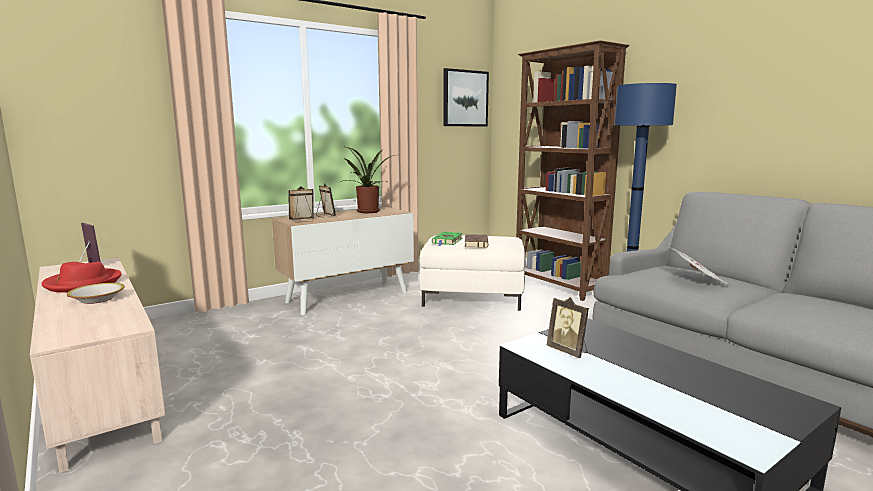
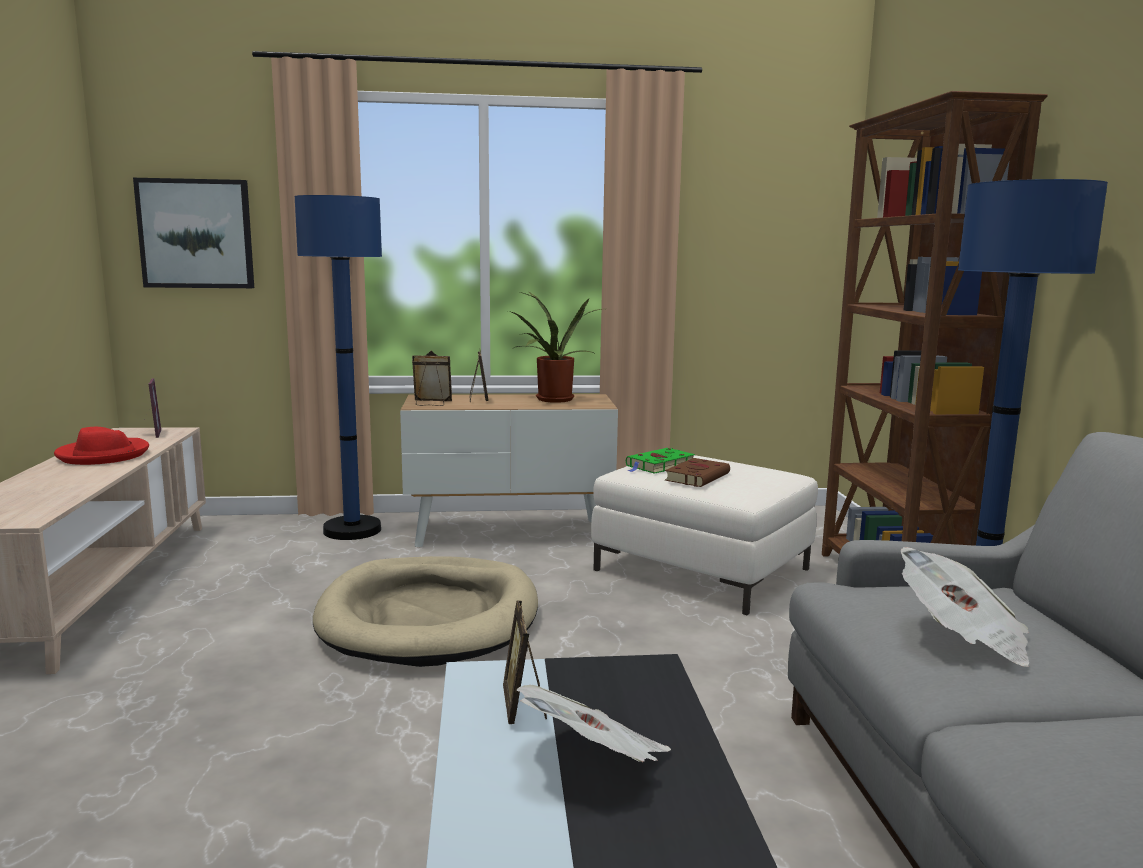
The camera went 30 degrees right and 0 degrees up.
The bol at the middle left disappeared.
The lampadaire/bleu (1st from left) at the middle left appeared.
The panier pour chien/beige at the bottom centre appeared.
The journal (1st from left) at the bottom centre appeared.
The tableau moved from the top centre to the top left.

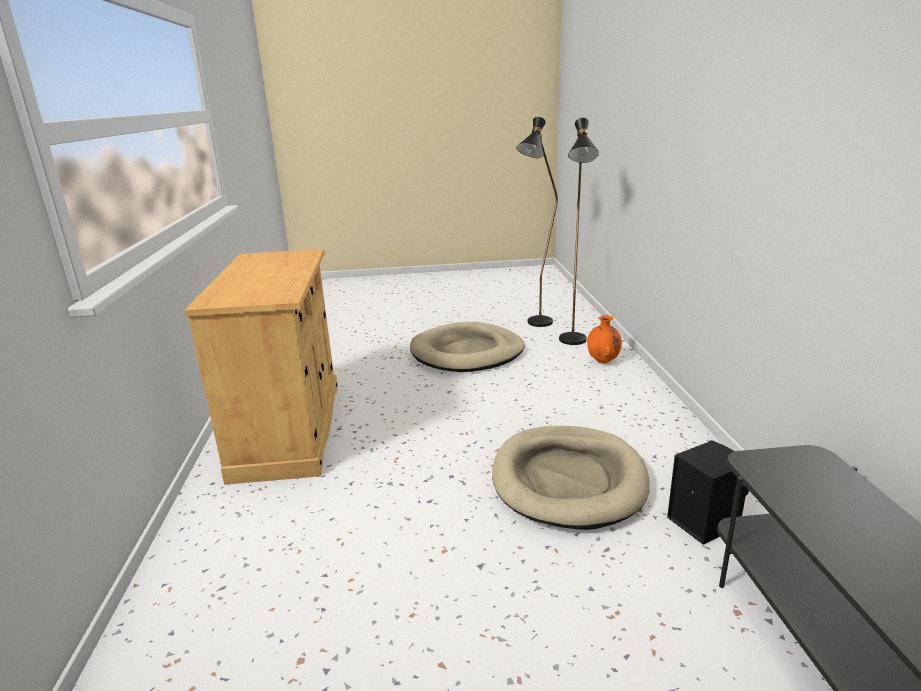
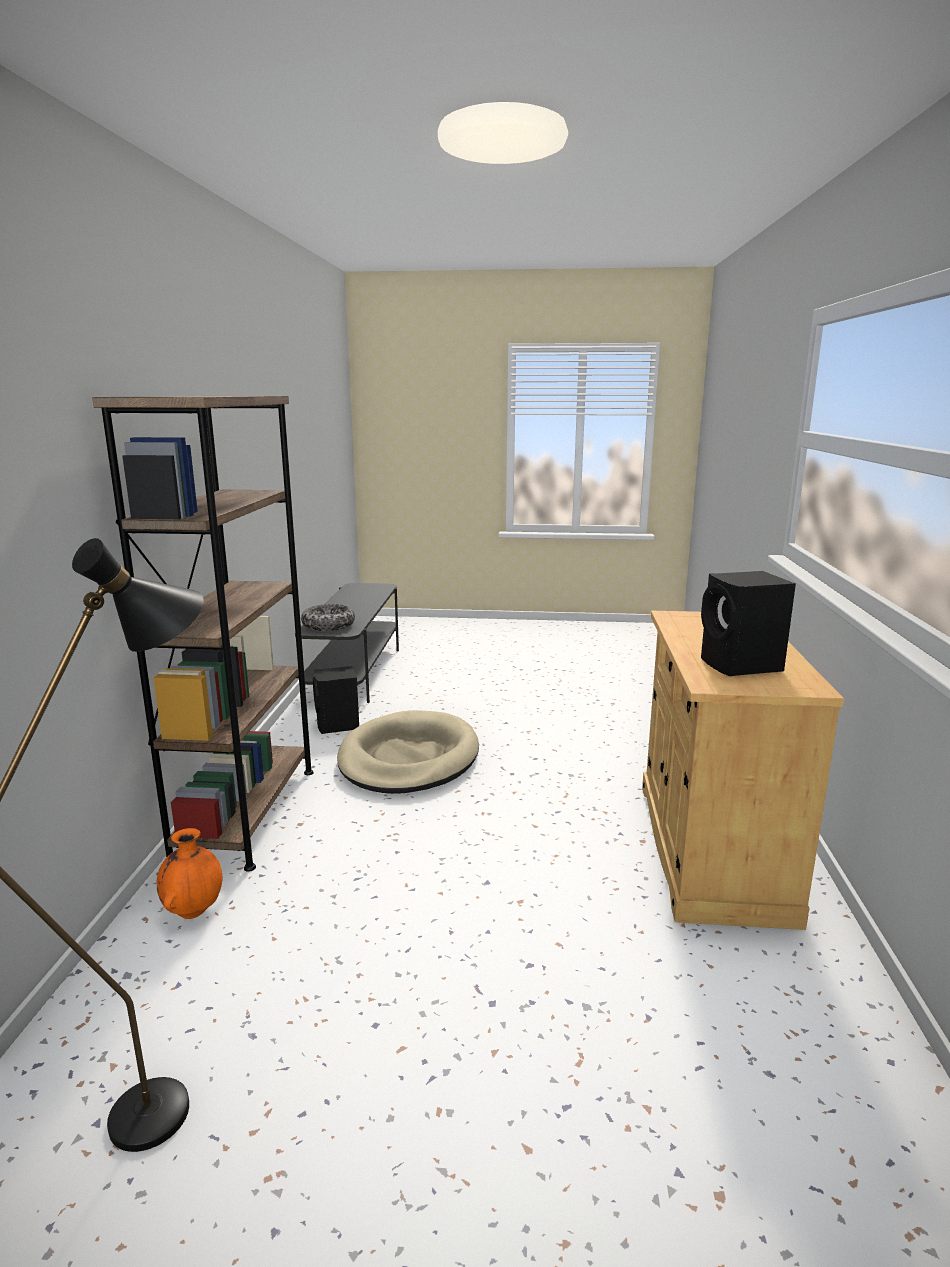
The camera went 170 degrees left and 5 degrees down.
The panier pour chien/beige (1st from left) at the centre disappeared.
The lampadaire/noir (2nd from left) at the centre disappeared.
The bibliothèque/marron at the middle left appeared.
The bol at the centre appeared.
The enceinte/noir (2nd from left) at the middle right appeared.

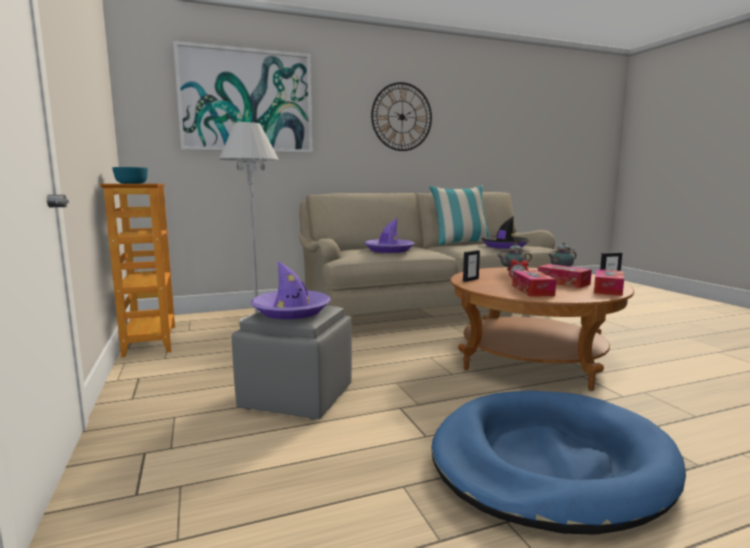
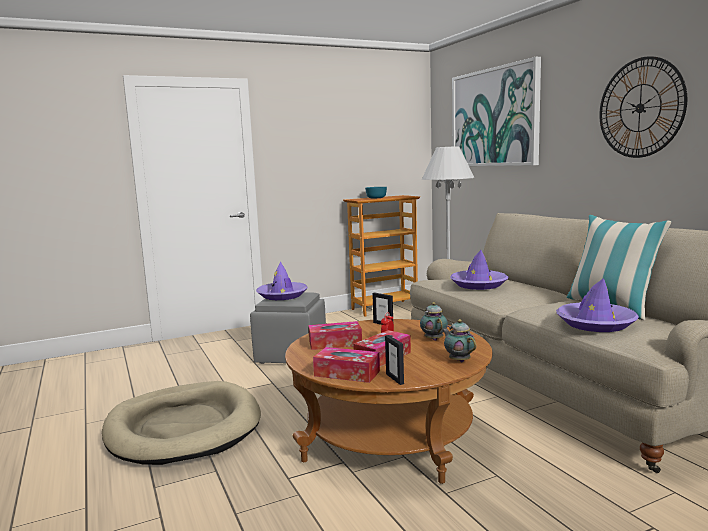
The camera went 85 degrees right and 0 degrees up.
The panier pour chien/bleu at the bottom right became the panier pour chien/beige at the bottom left.
The chapeau/noir at the middle right became the chapeau/violet (3rd from left) at the middle right.

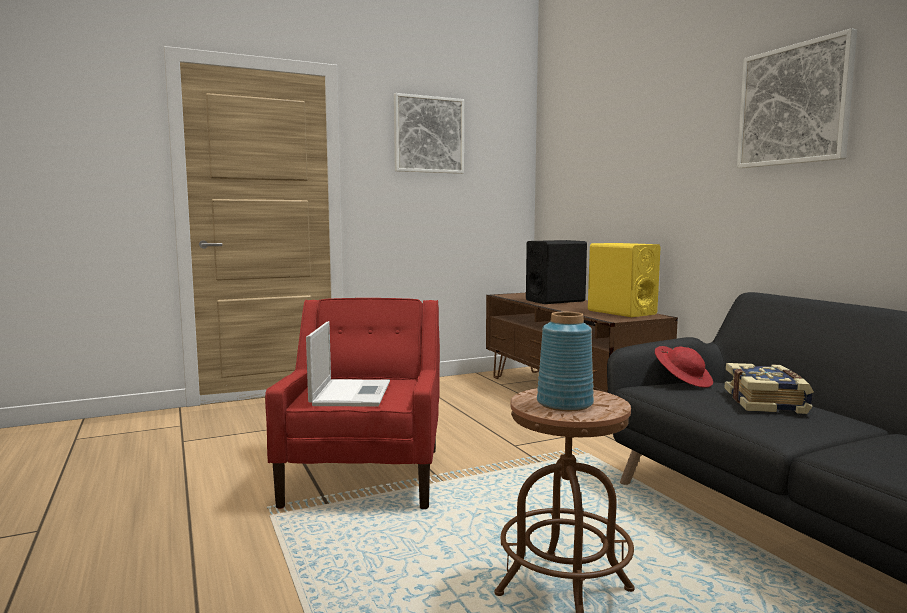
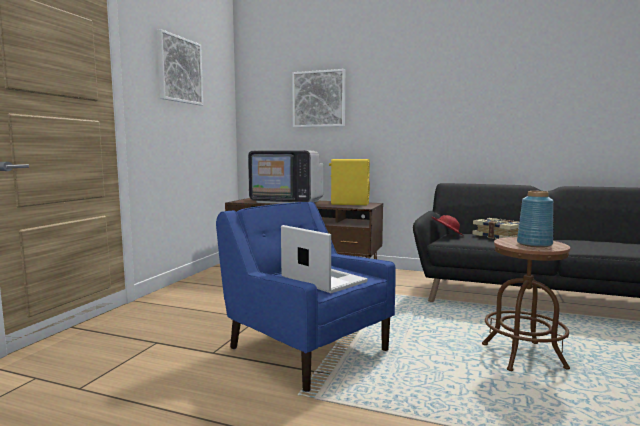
The camera went 45 degrees left and 0 degrees up.
The tableau (2nd from left) moved from the top right to the top centre.
The enceinte/noir at the centre was replaced by the téléviseur at the centre.
The fauteuil/rouge at the centre became the fauteuil/bleu at the bottom centre.

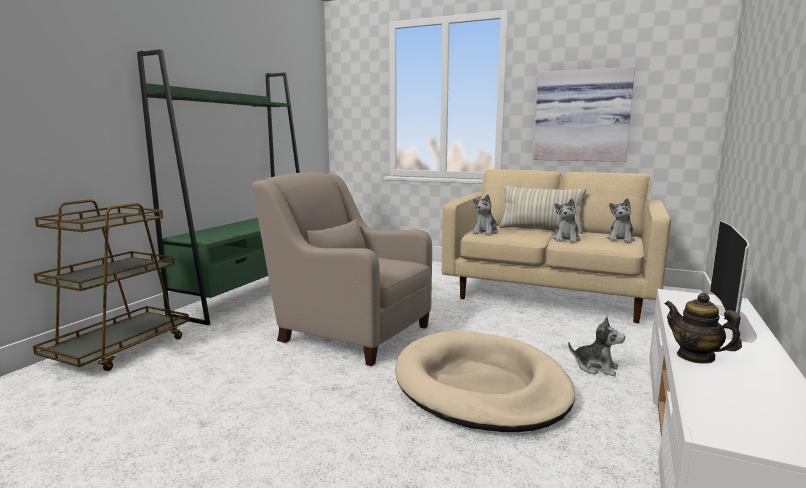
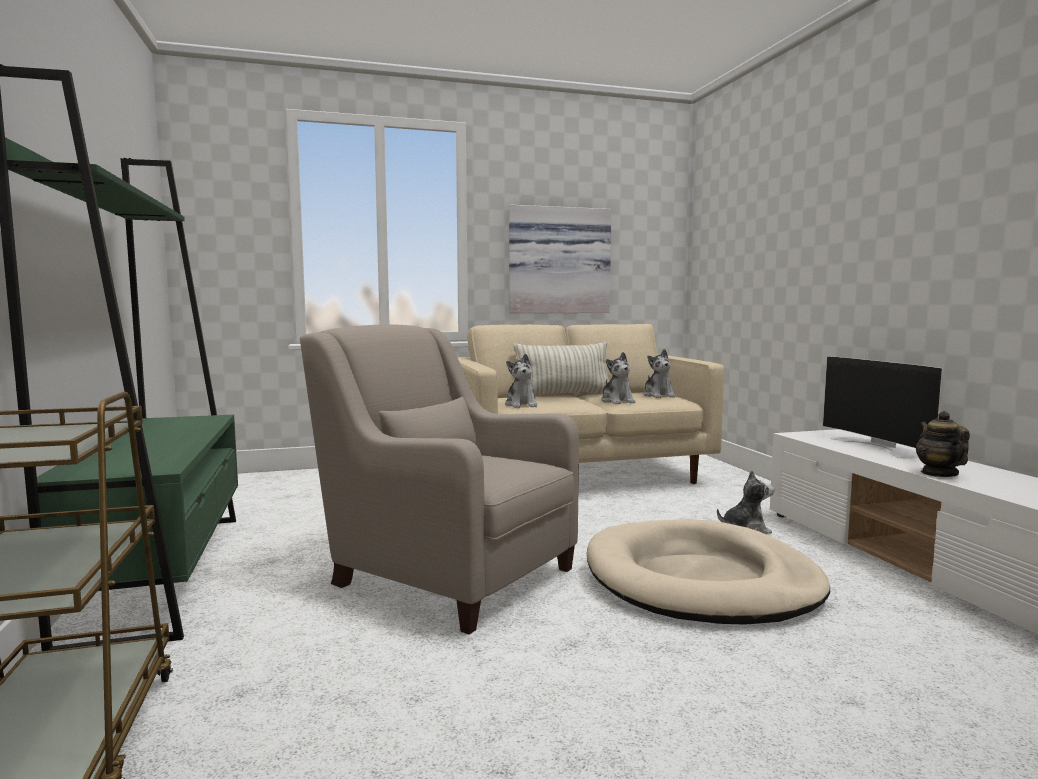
The camera went 40 degrees left and 5 degrees down.
The fauteuil/beige at the centre turned 45 degrees clockwise.
The théière at the bottom right turned 75 degrees clockwise.

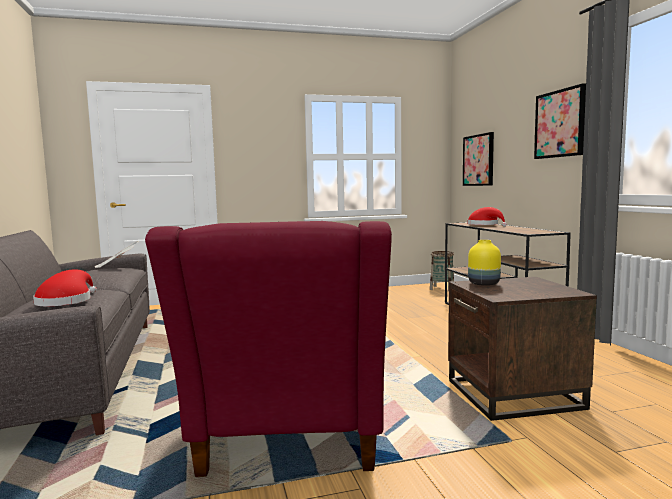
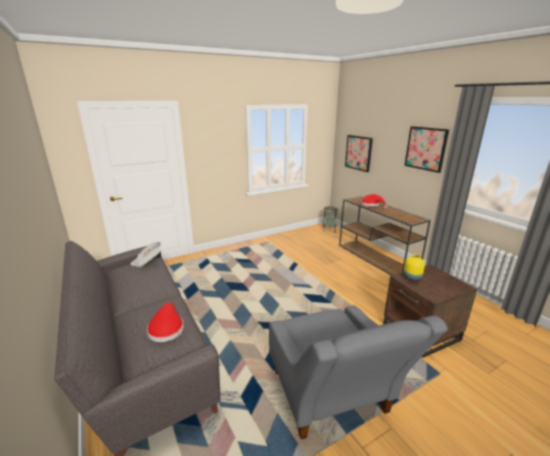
The camera went 15 degrees left and 15 degrees up.
The fauteuil/rouge at the bottom centre became the fauteuil/gris at the bottom centre.

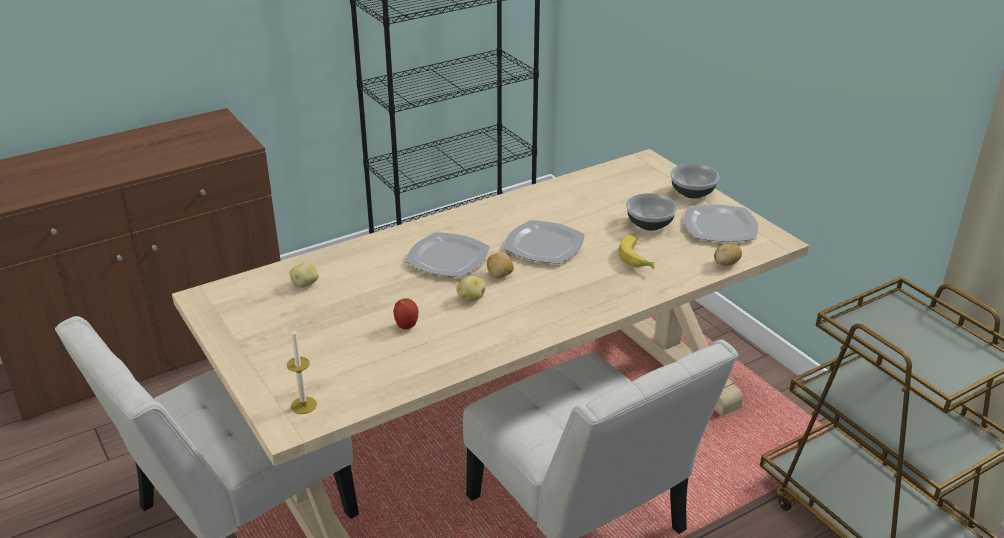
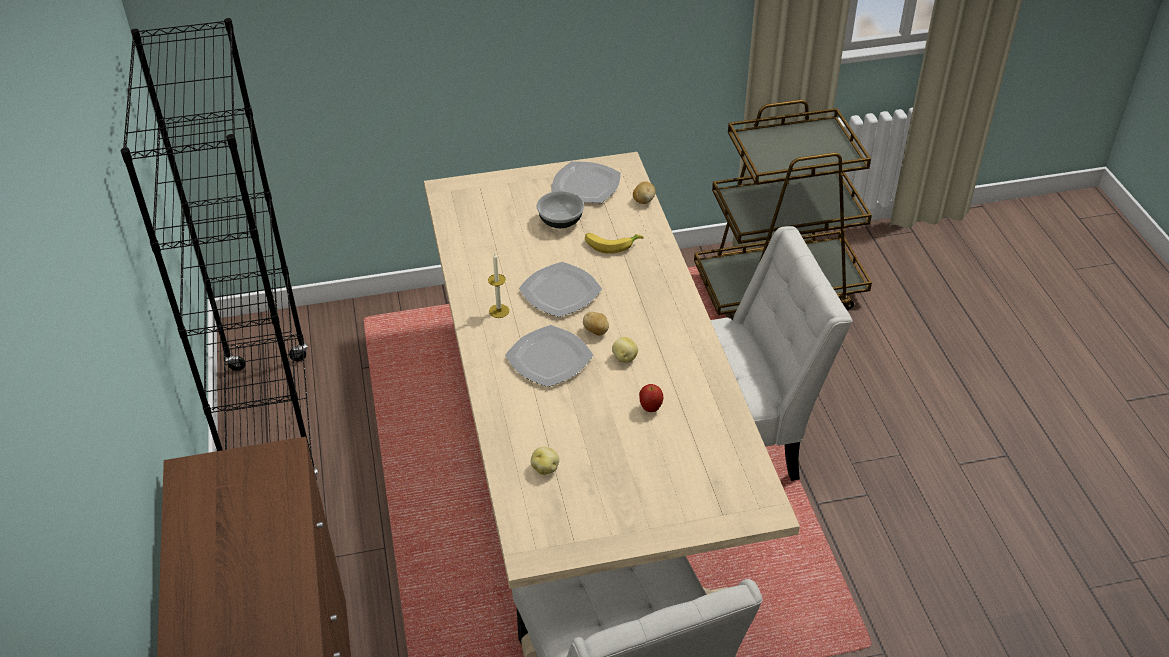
The camera went 70 degrees left and 10 degrees up.
The bol (2nd from left) at the middle right disappeared.
The bougie moved from the bottom left to the centre.

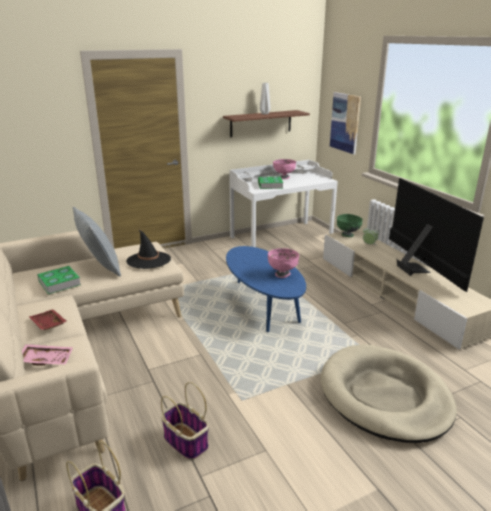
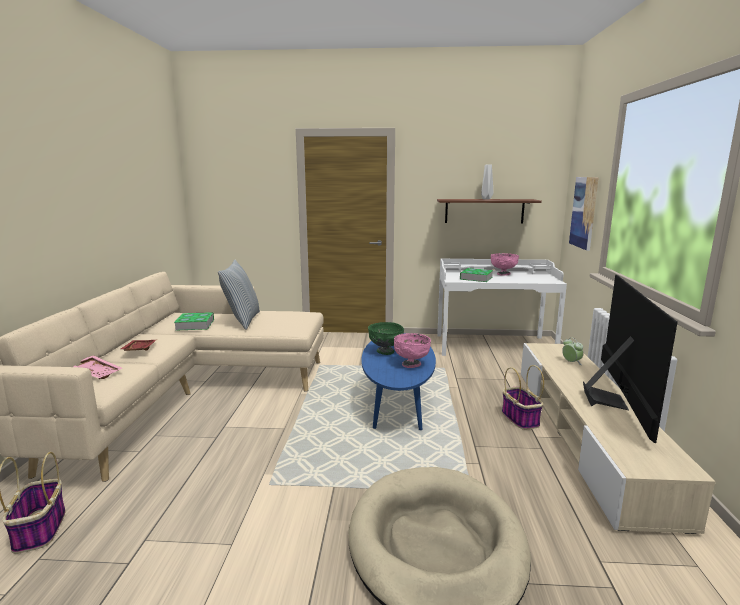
The camera went 30 degrees right and 10 degrees down.
The chapeau/noir at the middle left disappeared.
The panier (2nd from left) moved from the bottom centre to the middle right.
The bol/vert moved from the middle right to the centre.

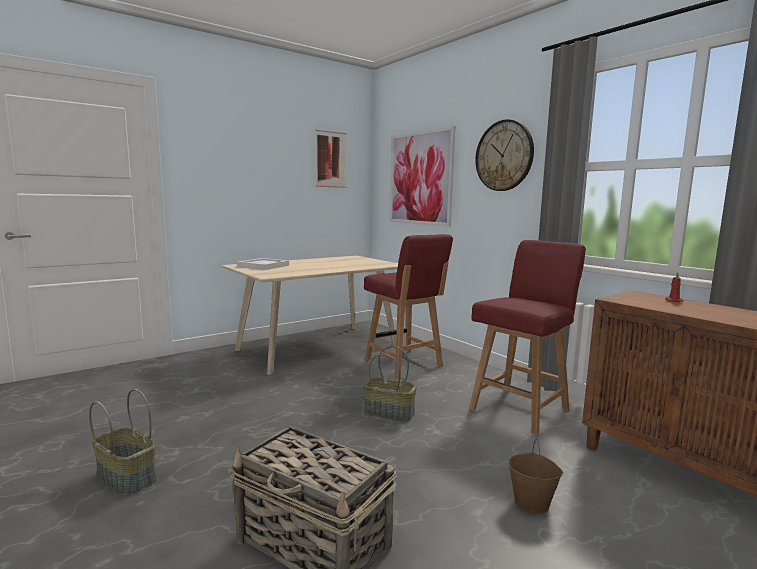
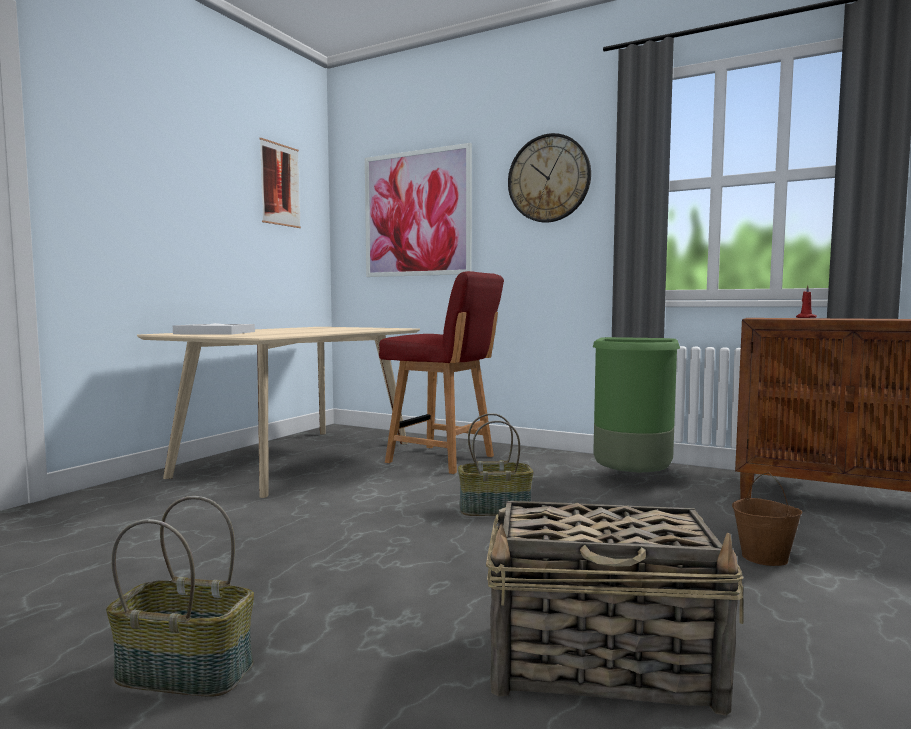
The camera went 25 degrees left and 5 degrees down.
The chaise/rouge (2nd from left) at the middle right was replaced by the poubelle/vert at the middle right.

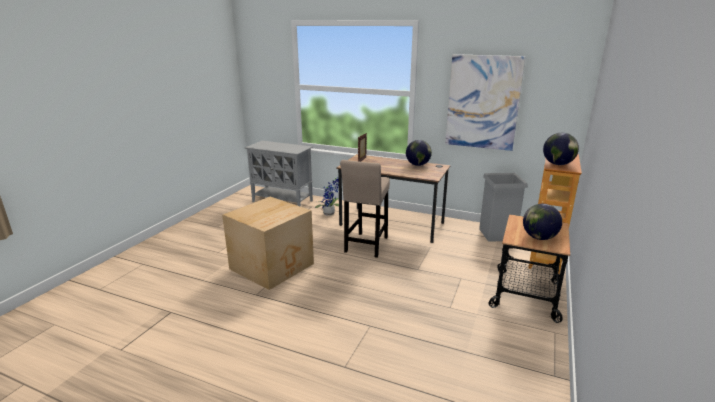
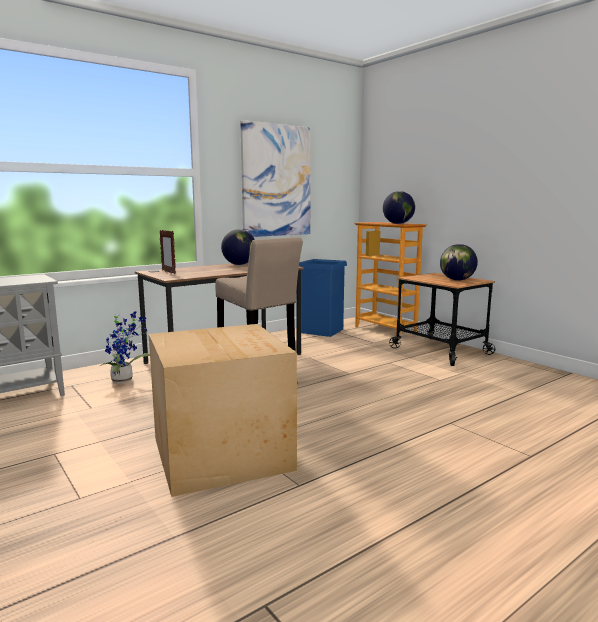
The camera went 60 degrees left and 10 degrees down.
The poubelle/gris at the middle right became the poubelle/bleu at the centre.

